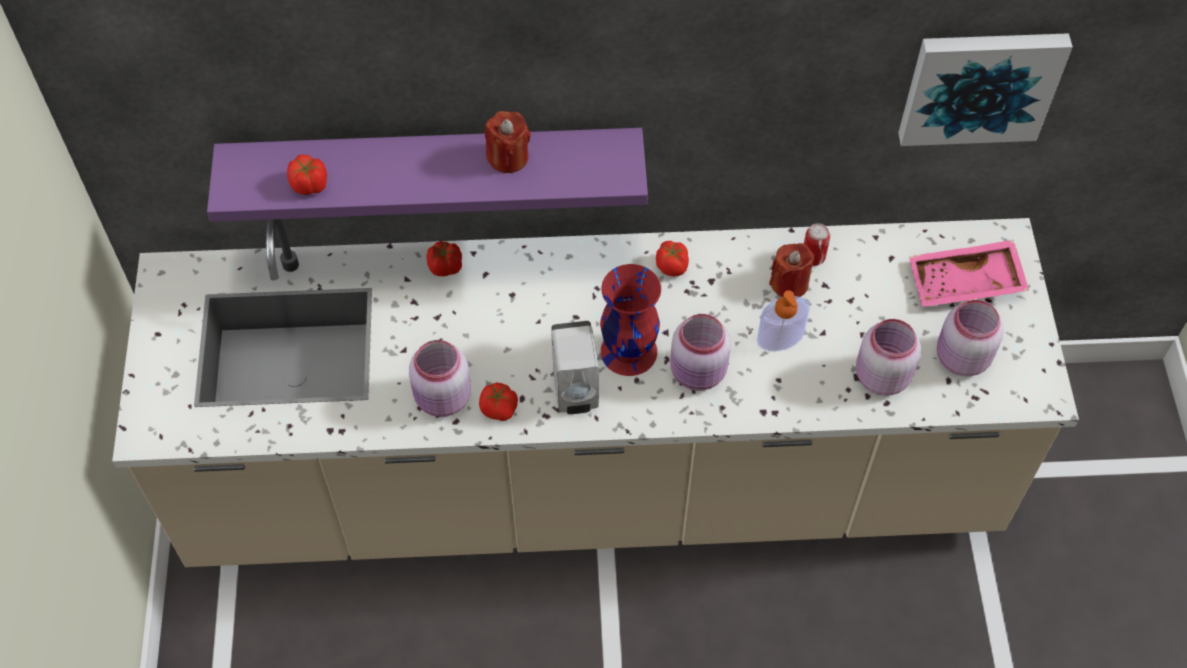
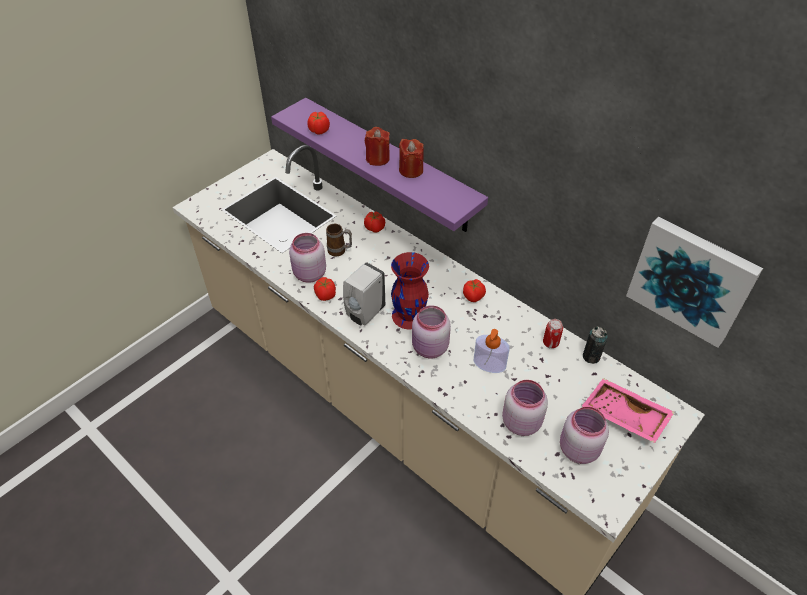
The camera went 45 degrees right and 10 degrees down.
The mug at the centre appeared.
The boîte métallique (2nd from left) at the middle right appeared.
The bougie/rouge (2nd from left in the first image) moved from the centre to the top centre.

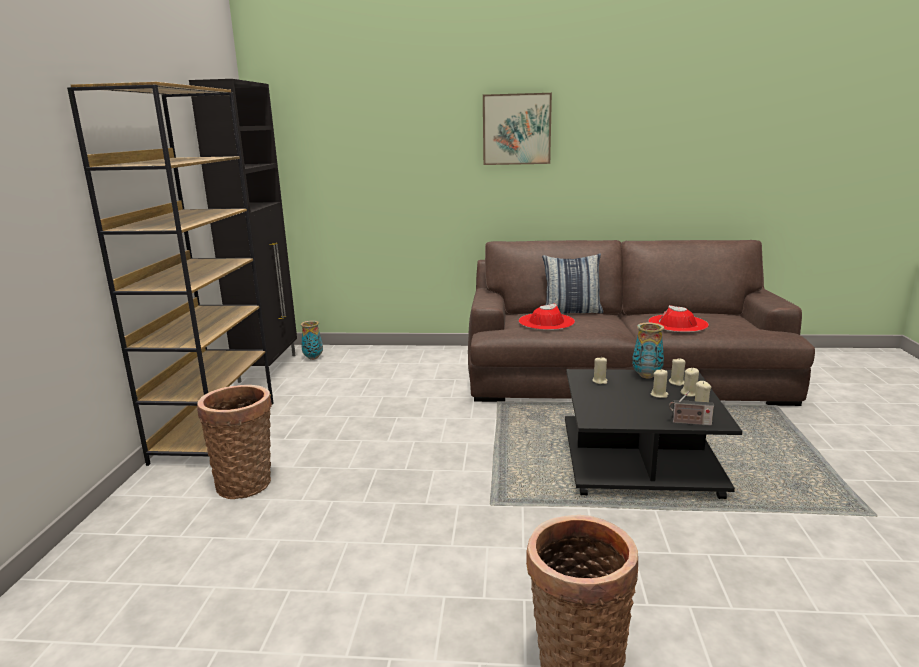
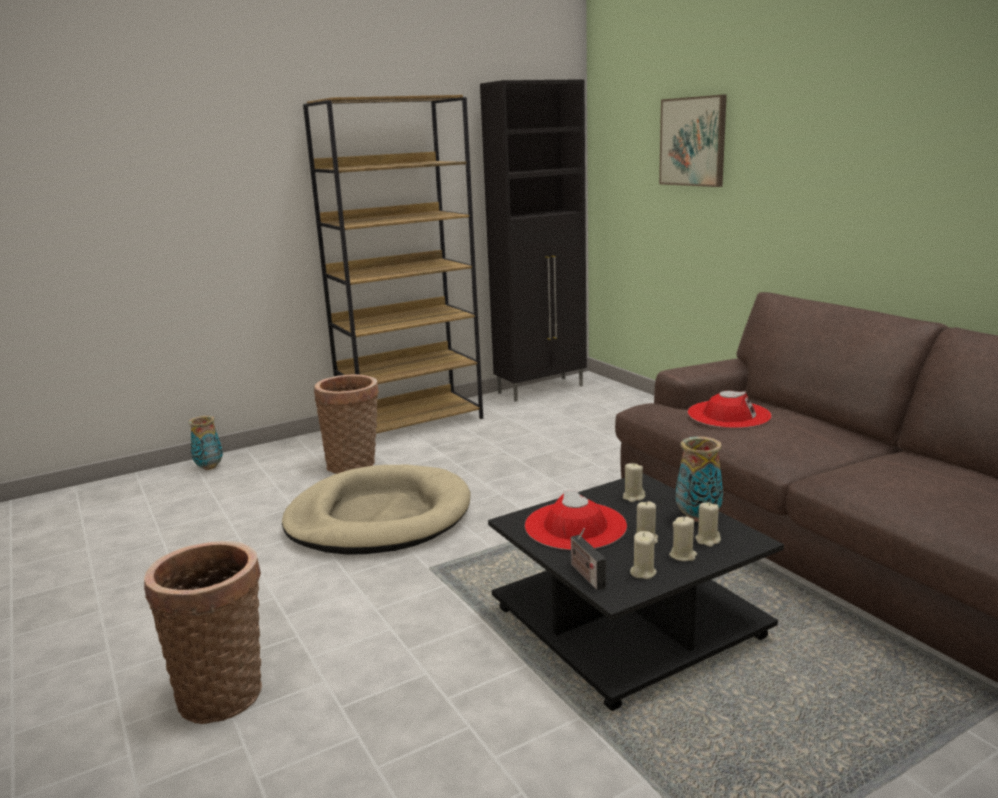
The camera went 55 degrees right and 0 degrees up.
The coussin at the centre disappeared.
The panier pour chien/beige at the centre appeared.
The vase (1st from left) moved from the centre to the middle left.
The tableau moved from the top centre to the top right.
The chapeau/rouge (2nd from left in the first image) moved from the middle right to the centre.

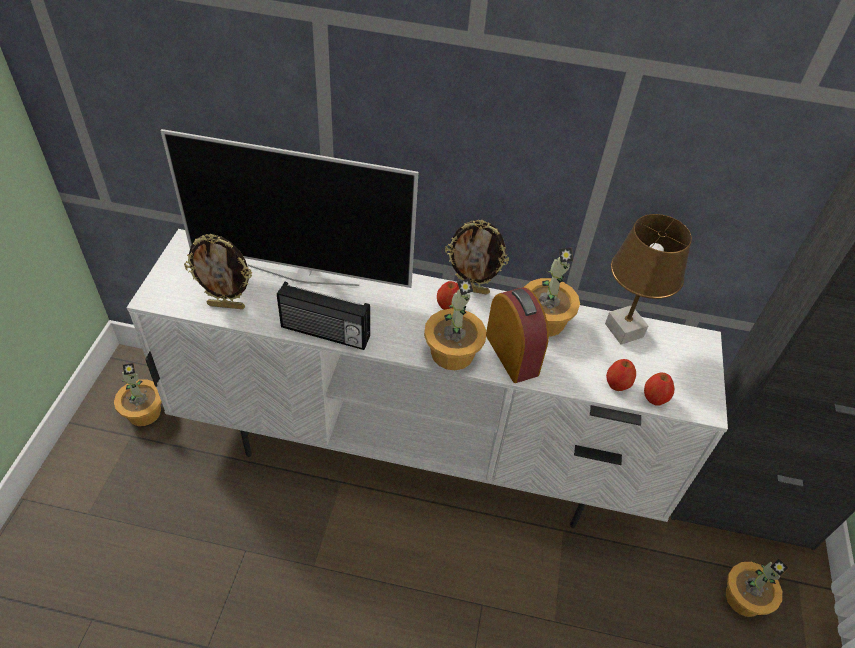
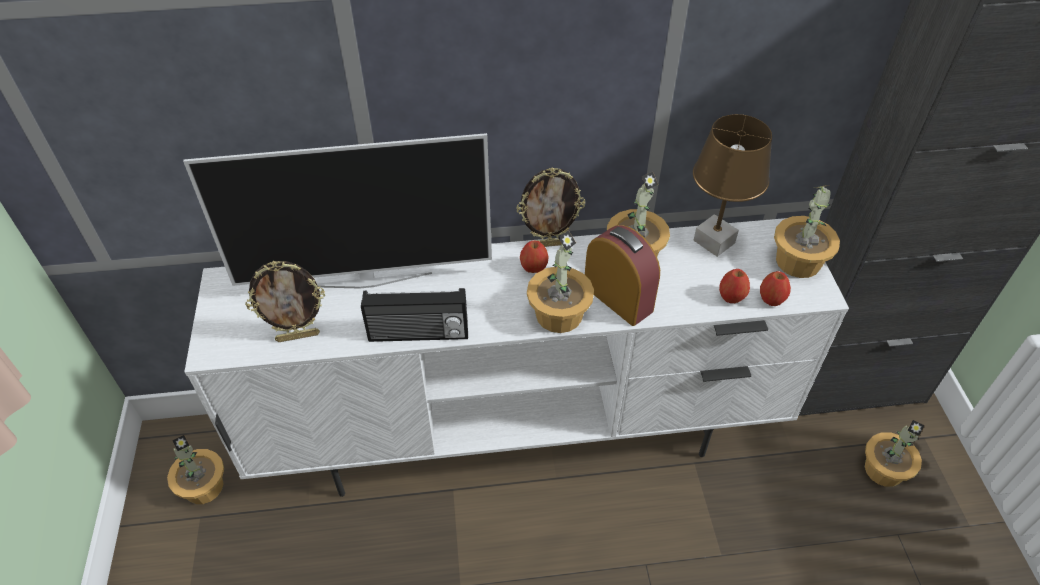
The camera went 15 degrees left and 0 degrees up.
The plante en pot (4th from left) at the middle right appeared.

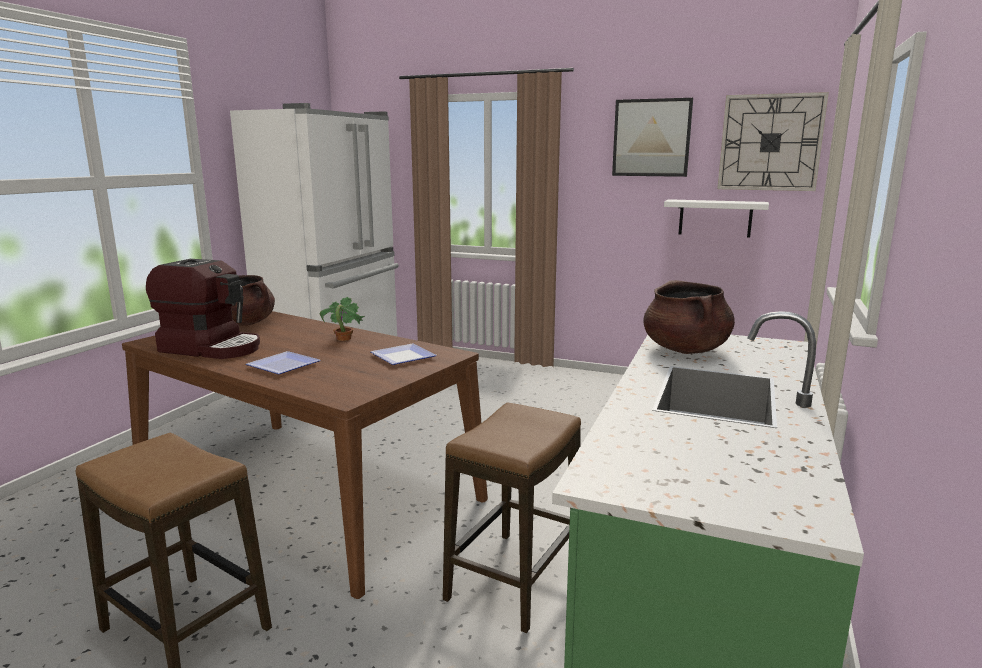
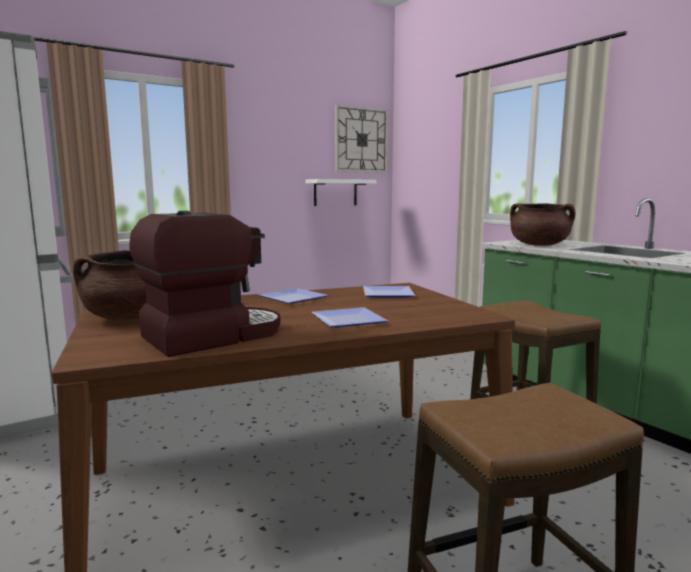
The camera went 55 degrees left and 5 degrees down.
The tableau at the top centre disappeared.
The plante en pot at the centre was replaced by the assiette (1st from left) at the centre.

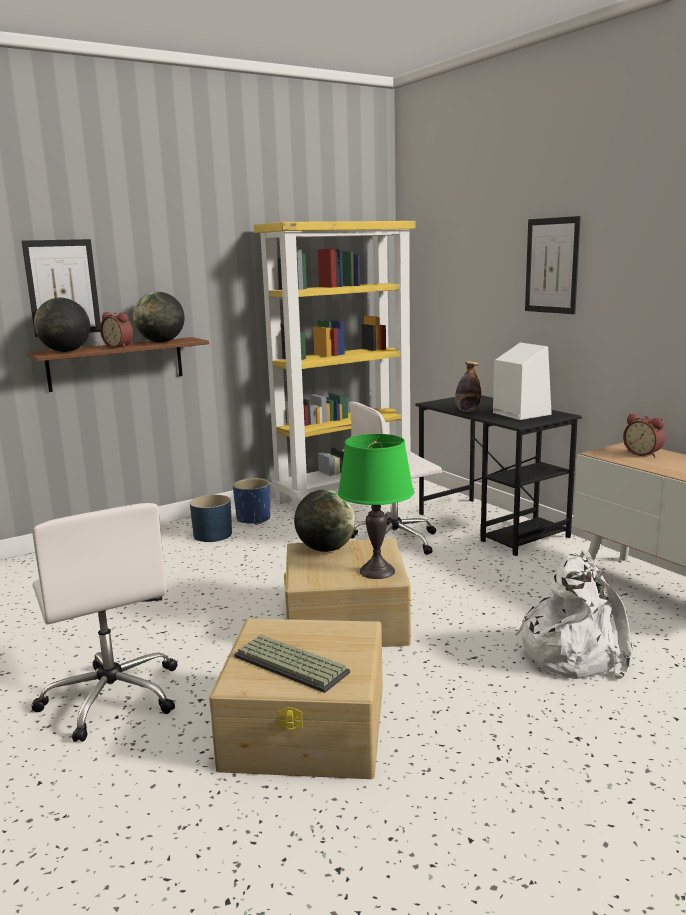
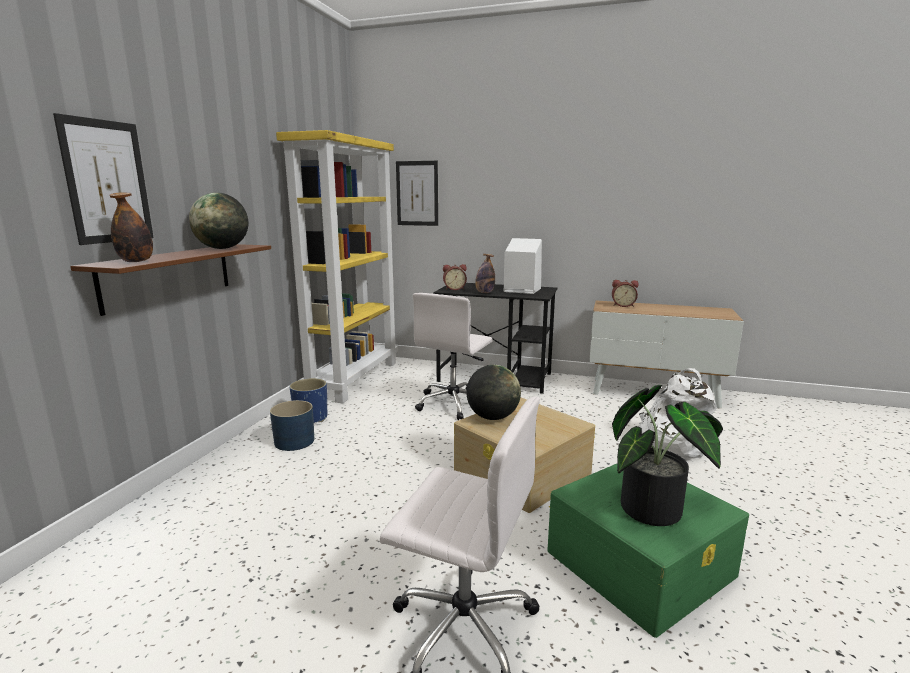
The camera went 40 degrees left and 0 degrees up.
The lampe de table/vert at the centre disappeared.
The réveil (1st from left) moved from the middle left to the centre.
The tableau (2nd from left) moved from the top right to the top centre.
The globe (1st from left) at the middle left was replaced by the bouteille (1st from left) at the middle left.
The clavier at the bottom centre was replaced by the plante en pot at the bottom right.
The boîte de rangement/beige (1st from left) at the bottom centre became the boîte de rangement/vert at the bottom right.

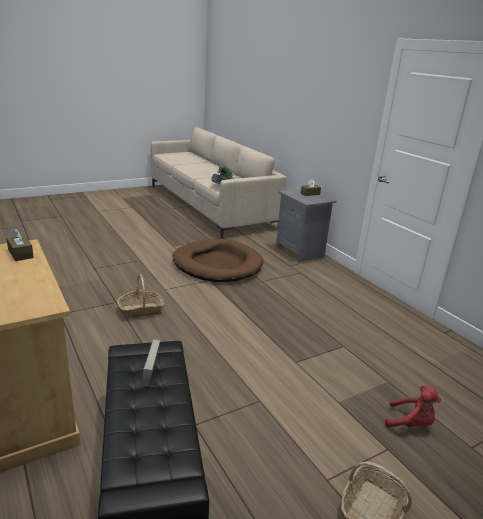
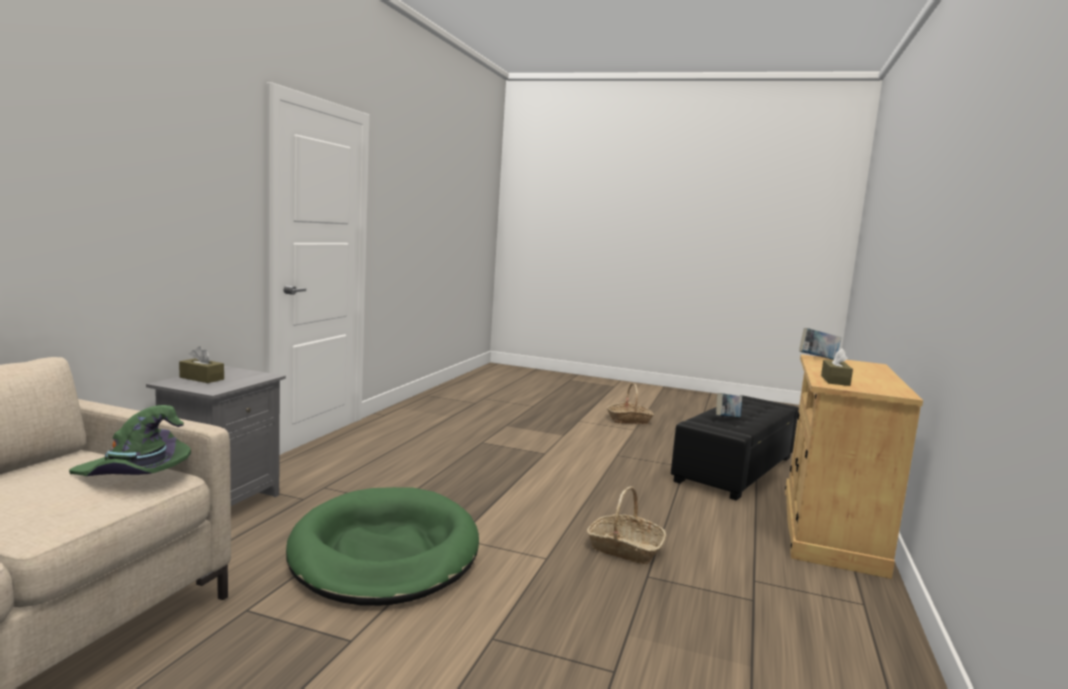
The camera went 130 degrees left and 15 degrees down.
The peluche/rouge at the bottom right disappeared.
The livre (2nd from left) at the middle right appeared.
The panier pour chien/marron at the centre became the panier pour chien/vert at the bottom centre.

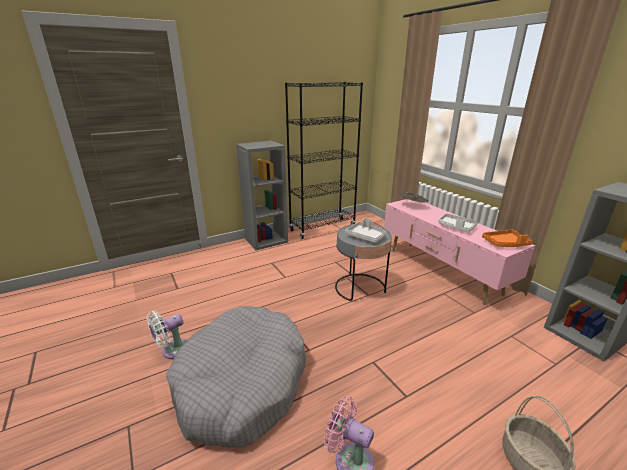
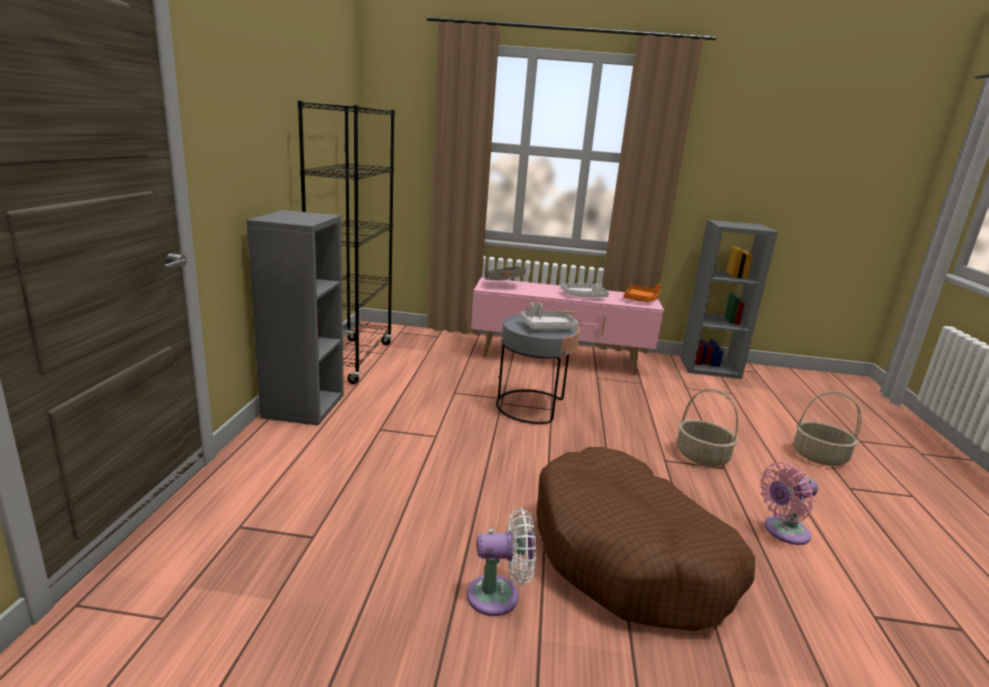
The camera went 55 degrees left and 5 degrees down.
The panier (1st from left) at the middle right appeared.
The panier pour chien/gris at the bottom centre became the panier pour chien/marron at the bottom centre.
The ventilateur/blanc at the bottom left turned 90 degrees counterclockwise.

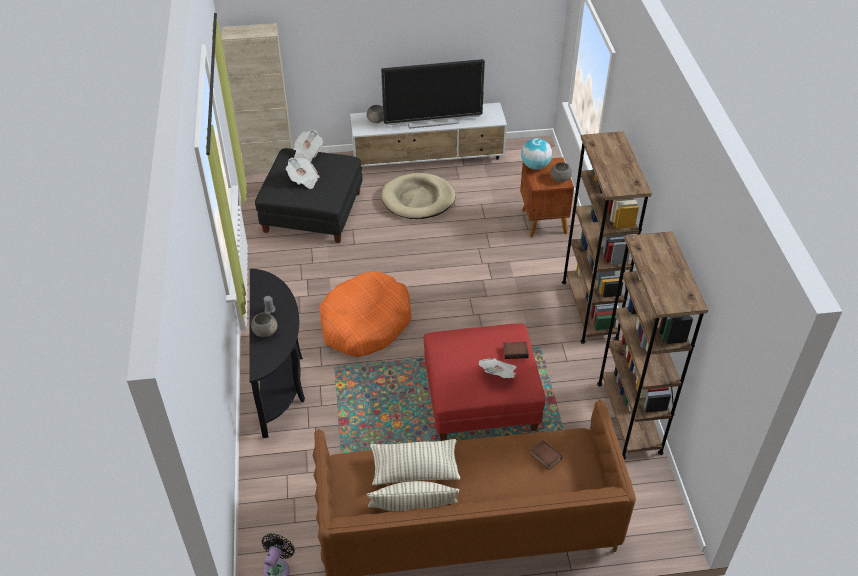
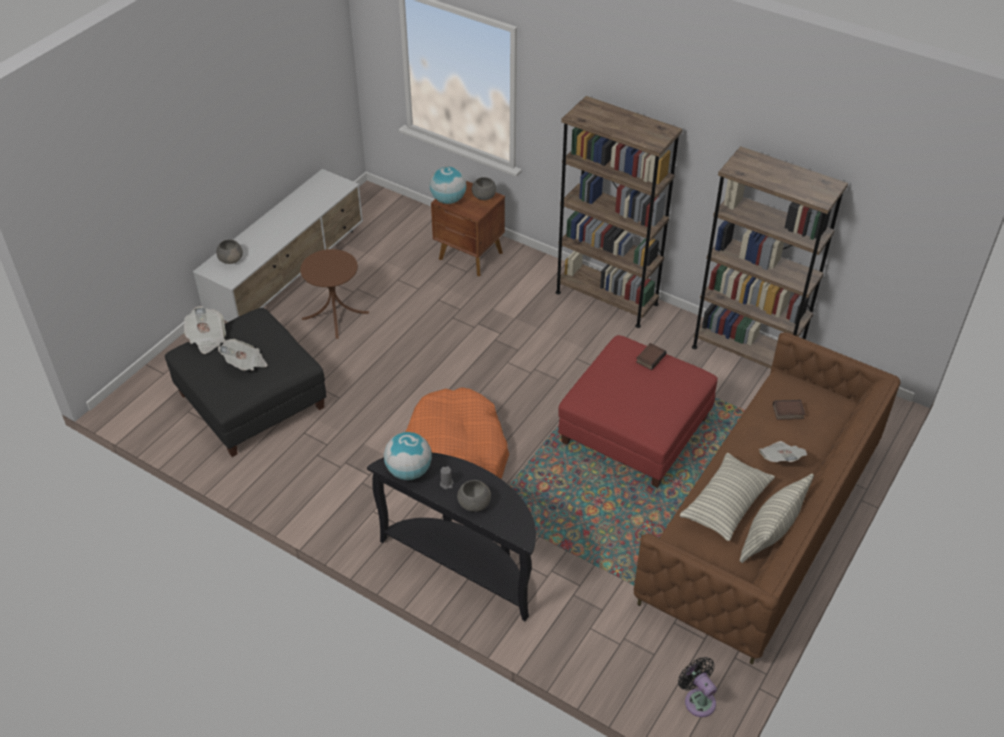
The camera went 50 degrees left and 0 degrees up.
The meuble de rangement/beige at the top left disappeared.
The téléviseur at the top centre disappeared.
The globe (1st from left) at the centre appeared.
The journal (3rd from left) moved from the centre to the middle right.
The panier pour chien/beige at the centre was replaced by the table d'appoint/marron at the middle left.

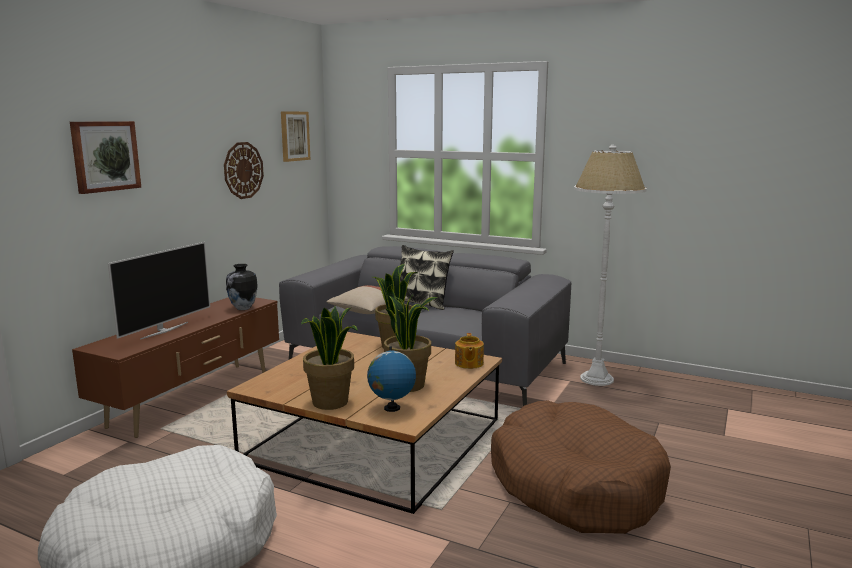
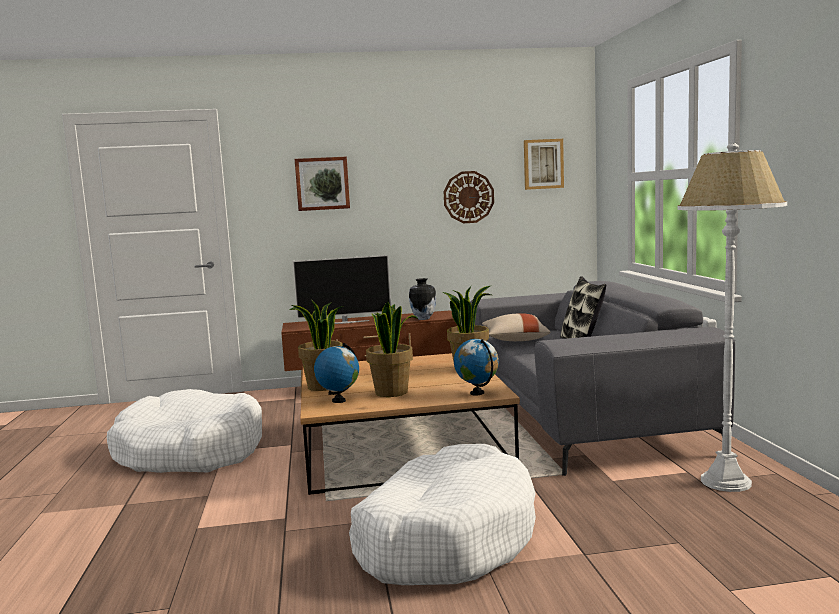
The camera went 55 degrees right and 5 degrees down.
The théière at the centre was replaced by the globe (2nd from left) at the centre.
The panier pour chien/marron at the bottom right became the panier pour chien/blanc (2nd from left) at the bottom centre.

